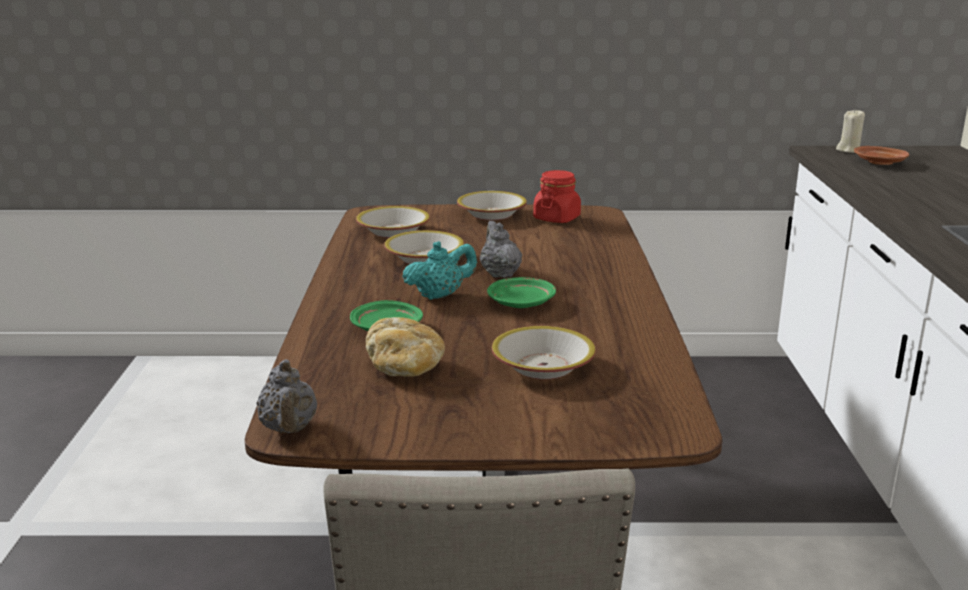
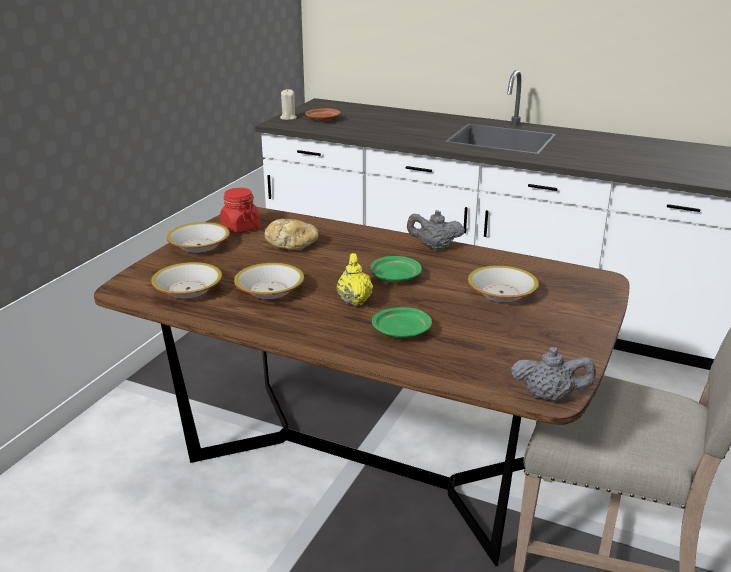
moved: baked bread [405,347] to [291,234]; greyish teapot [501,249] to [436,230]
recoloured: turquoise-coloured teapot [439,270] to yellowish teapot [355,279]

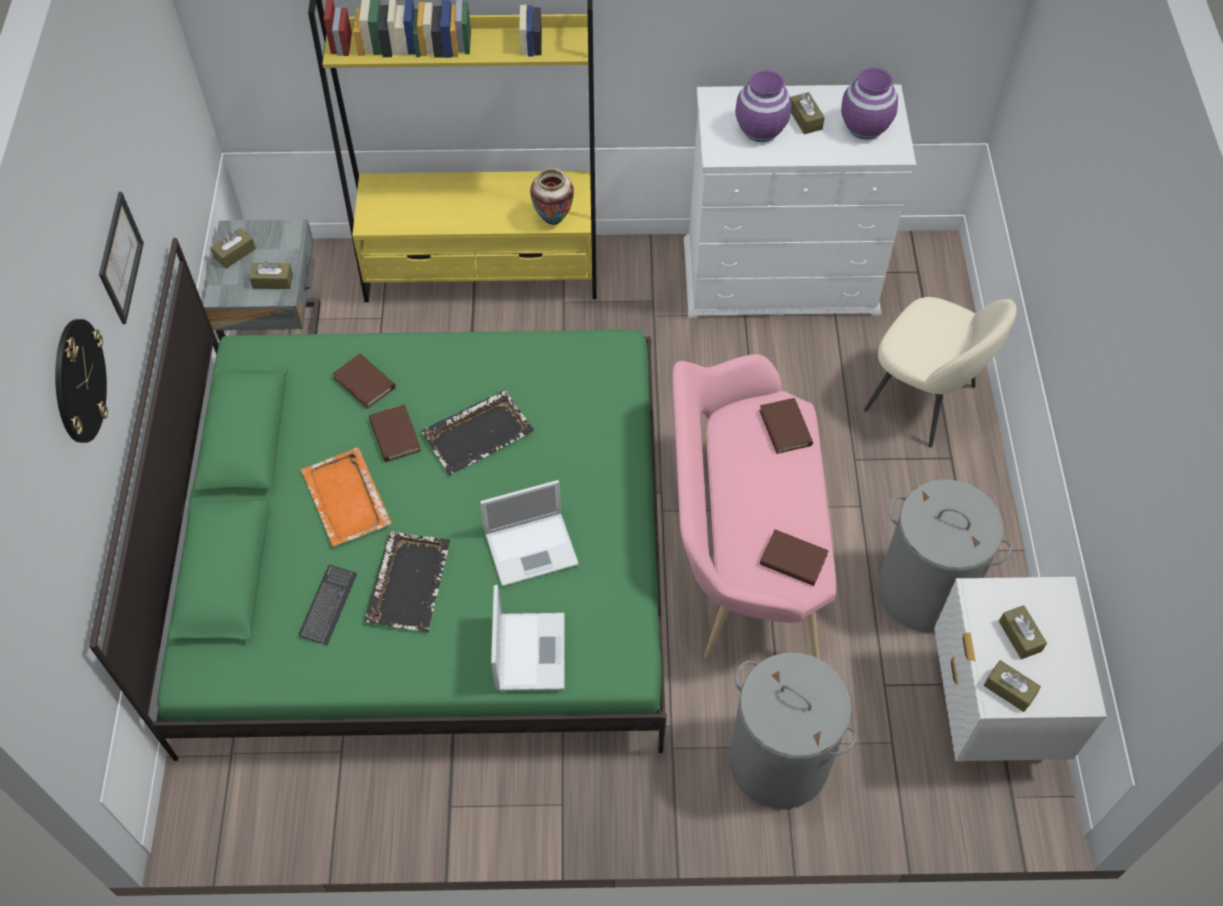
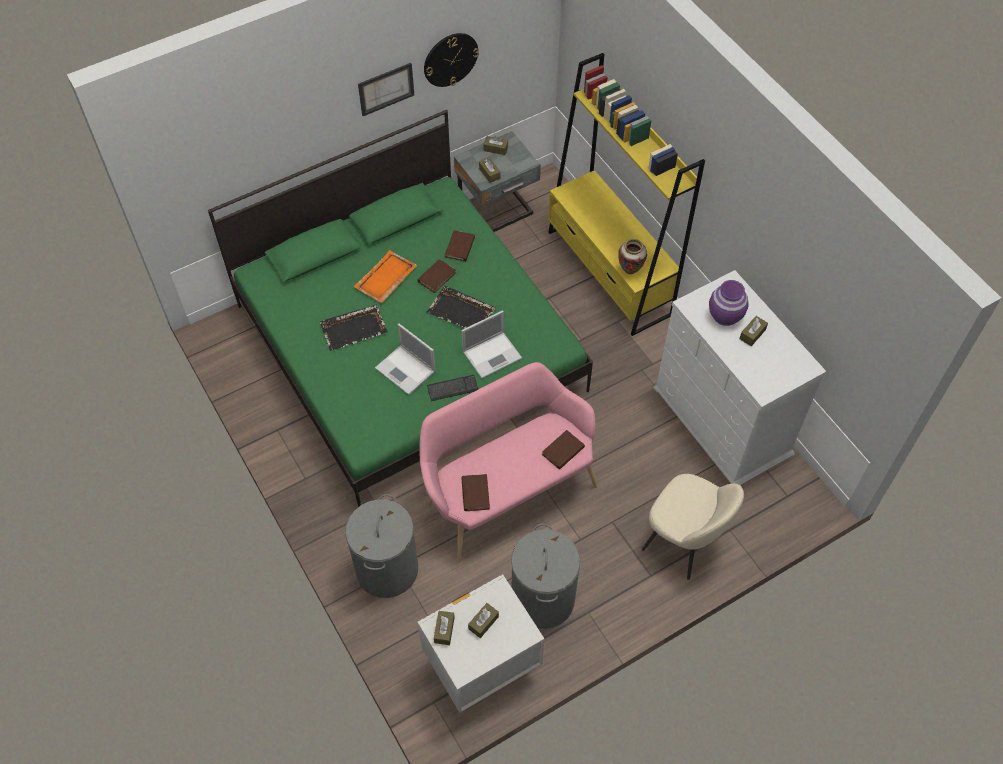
removed: purple flower vase [869,103]
moved: hanging clock [81,381] to [451,60]; PC keyboard [328,605] to [452,388]; laptop [528,638] to [492,344]
turned: sand-coloured plain chair [940,372] = [693,527] 60 degrees counterclockwise

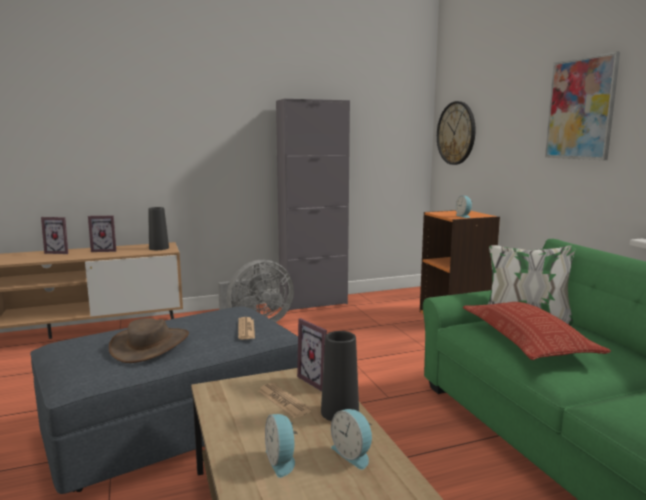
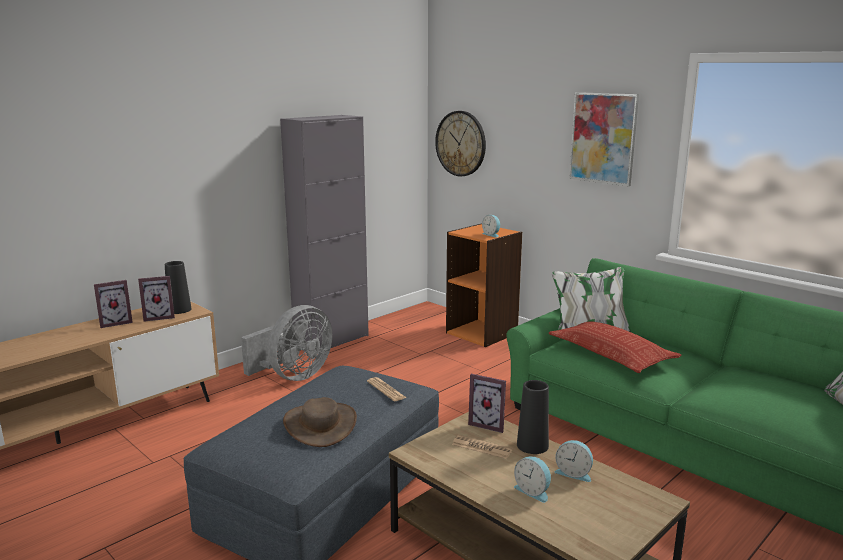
moved: standing frame [54,235] to [156,299]

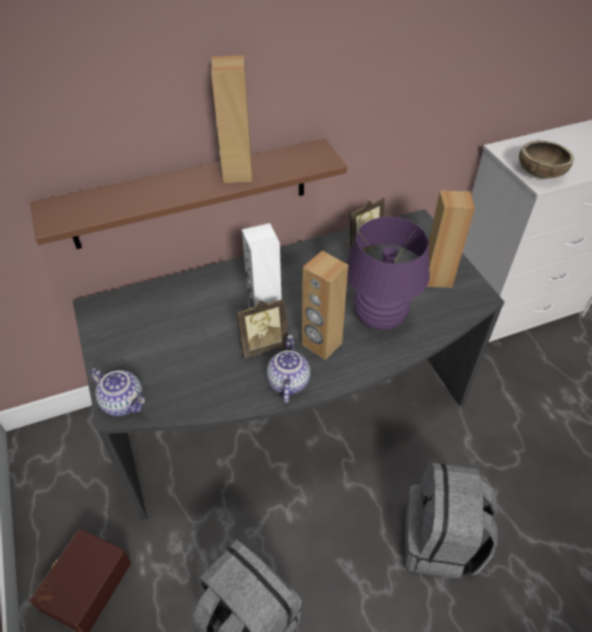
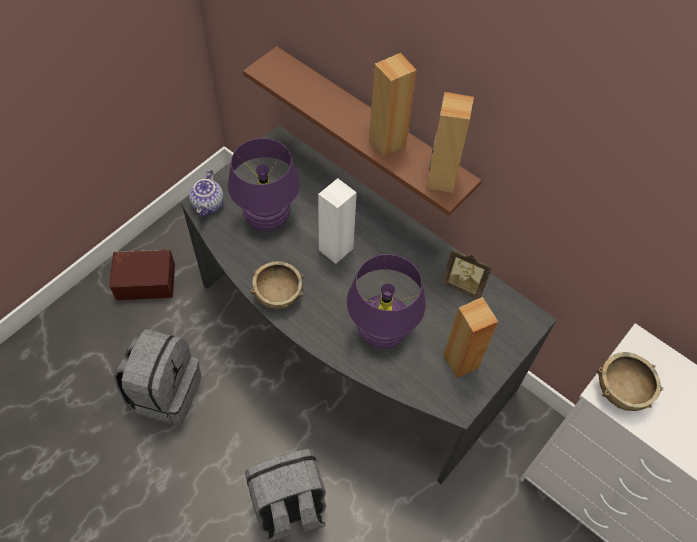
removed: standing frame [262,328]
added: purple lamp for a table [264,184]
moved: brown-coloured audio speaker [325,305] to [450,142]
replaced: teapot [288,369] to brown-coloured serving bowl [277,285]

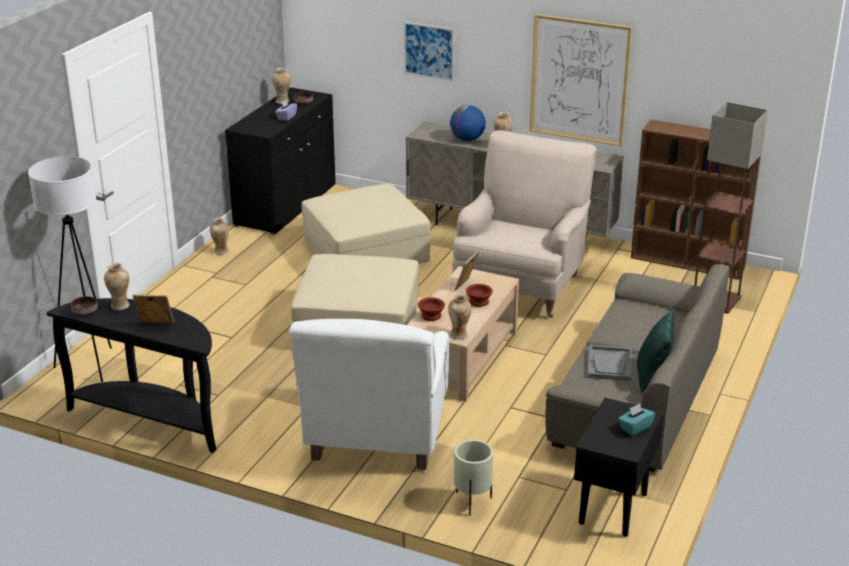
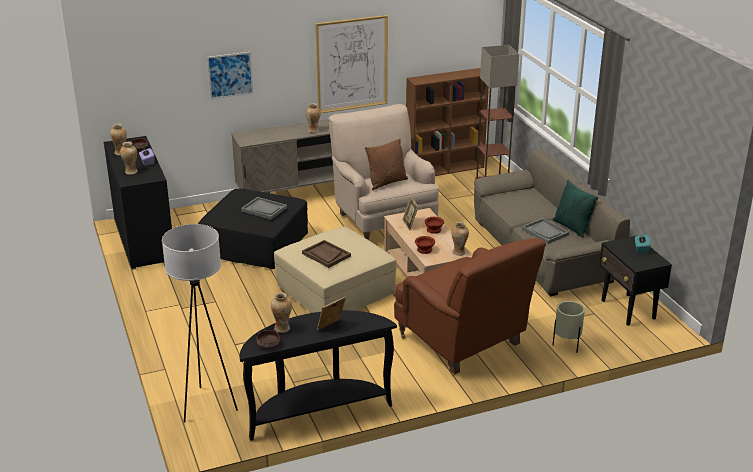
removed: desk globe [468,123]
added: greyish carrying tray [264,208]; brown-coloured carrying tray [326,254]; brown-coloured cushion [386,164]
moved: flower vase [219,236] to [129,158]
recoloured: white armchair [369,394] to brown-coloured armchair [470,306]; sand-coloured pouffe [366,224] to black pouffe [253,228]

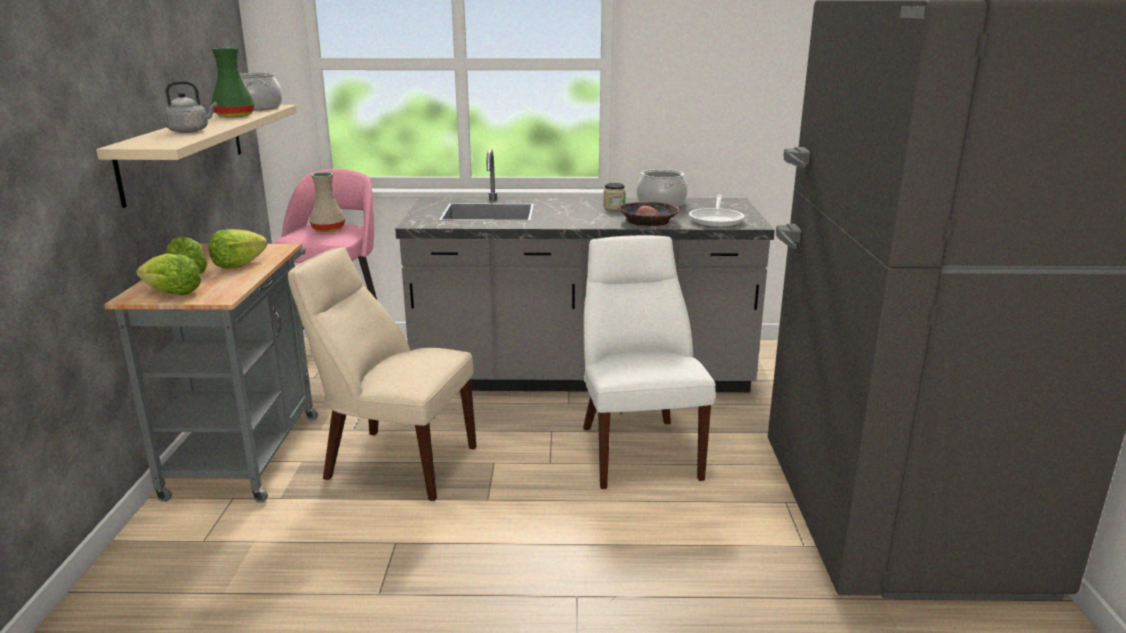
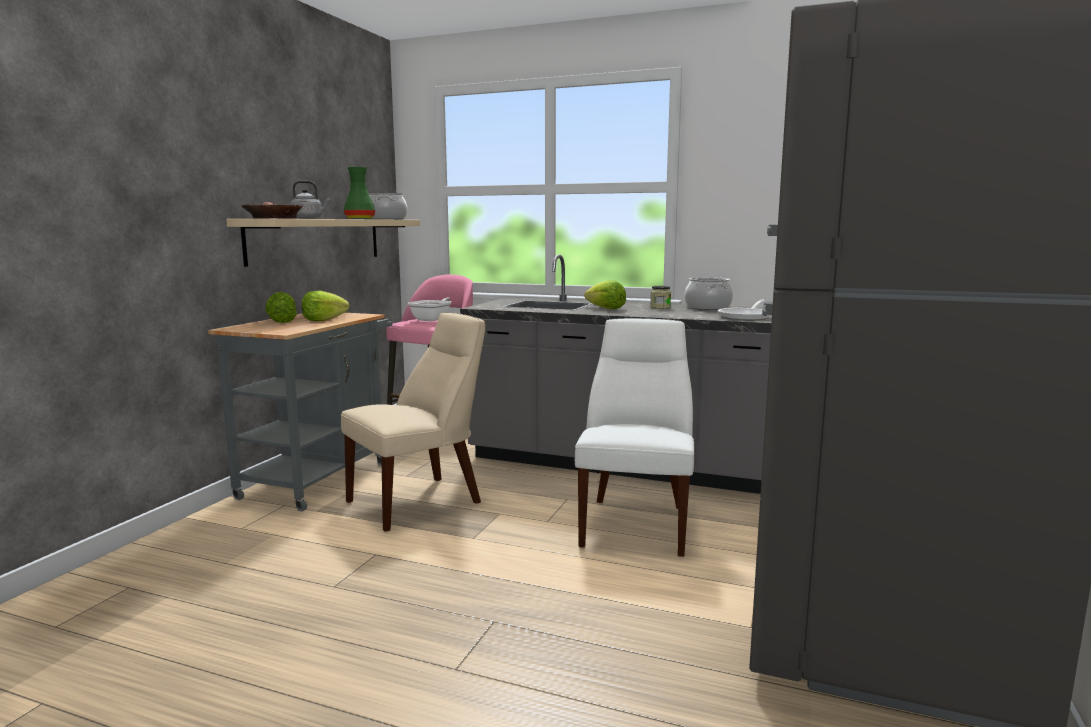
moved: lettuce head [168,274] to [605,294]; serving bowl [649,214] to [272,210]
replaced: sand-coloured flower vase [327,202] to skillet [430,309]
turned: sand-coloured plain chair [382,374] = [413,422] 105 degrees clockwise

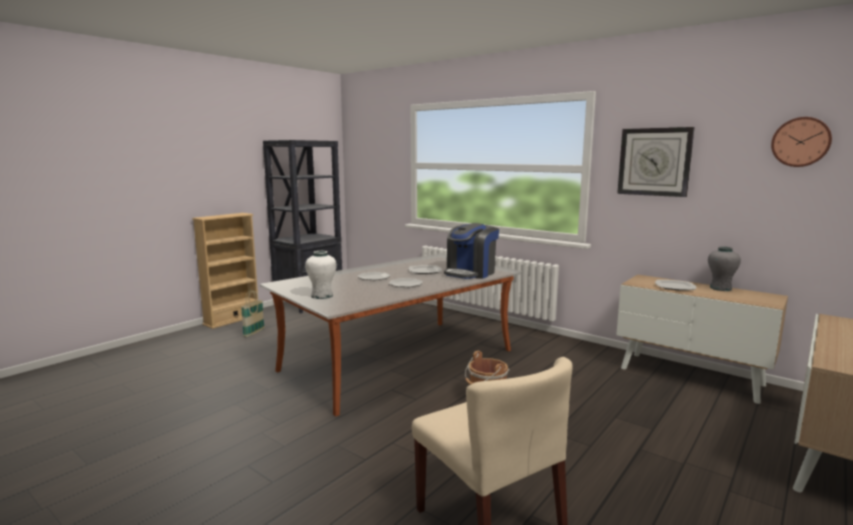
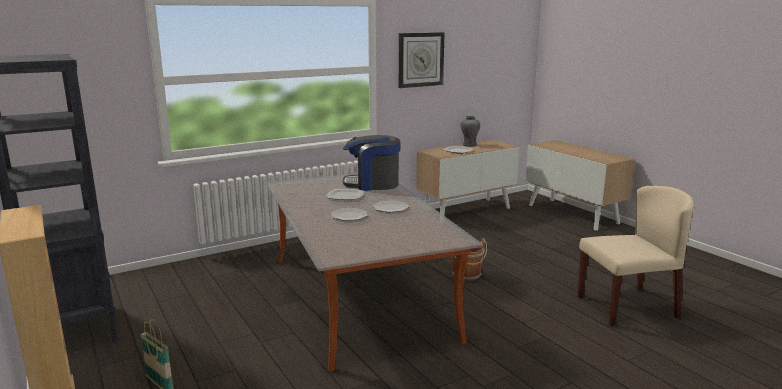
removed: white flower vase [321,275]; hanging clock [801,142]
turned: coffee brewer [471,251] = [372,163] 120 degrees clockwise

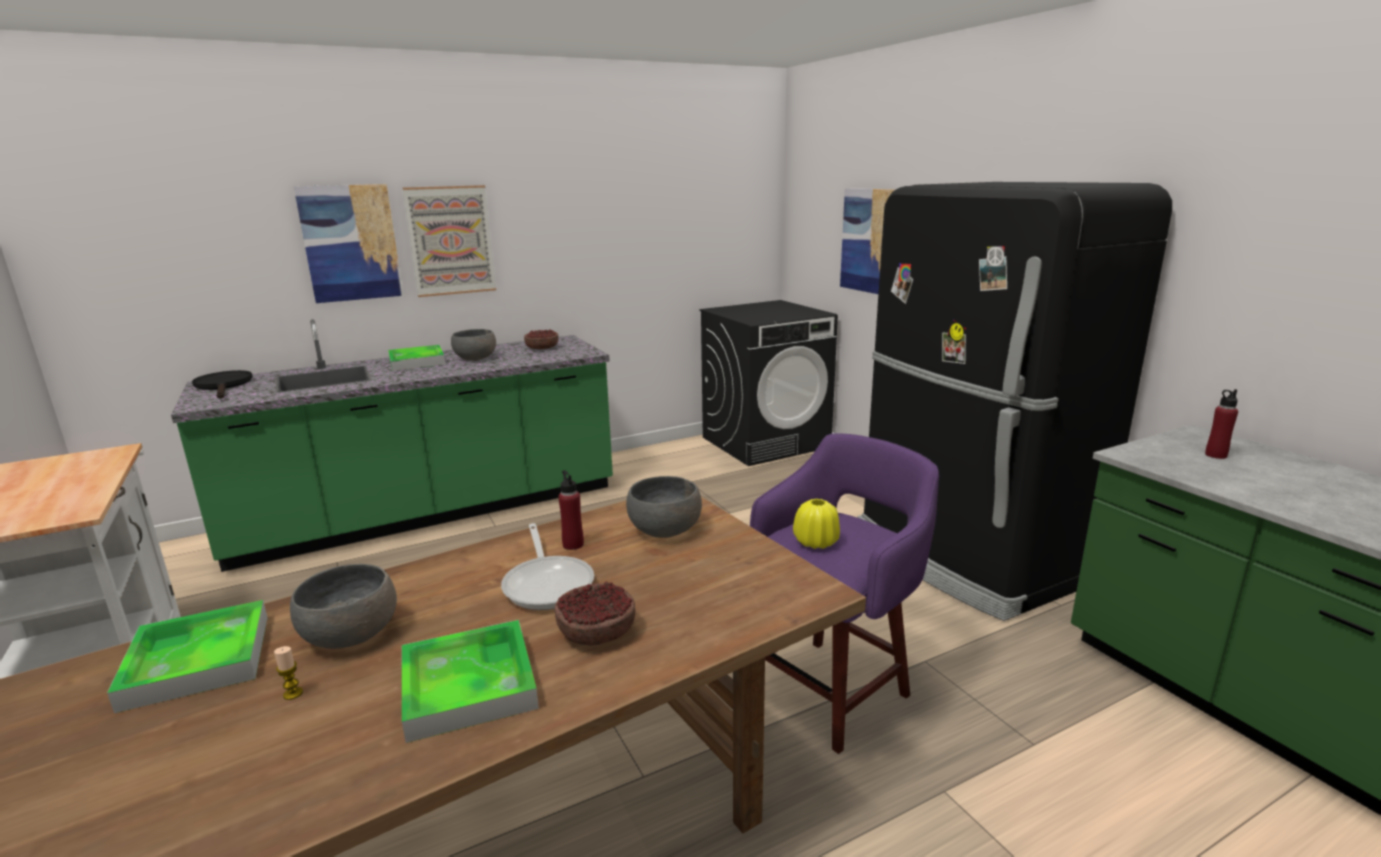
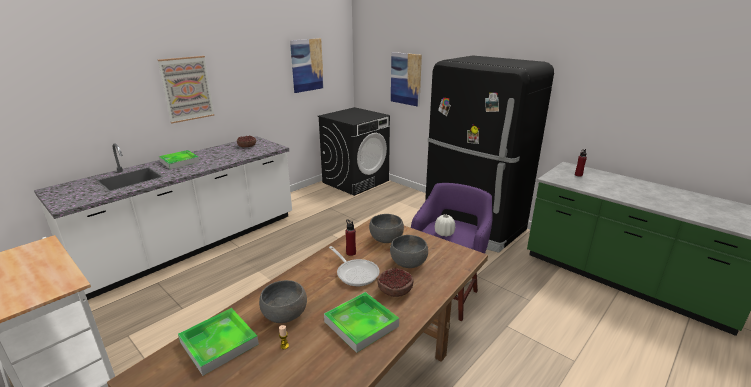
removed: black skillet [222,384]
moved: wall art [348,243] to [307,65]; greyish serving bowl [473,345] to [409,251]
recoloured: green counter [392,445] to white counter [163,218]; yellowish flower vase [816,524] to white flower vase [445,226]

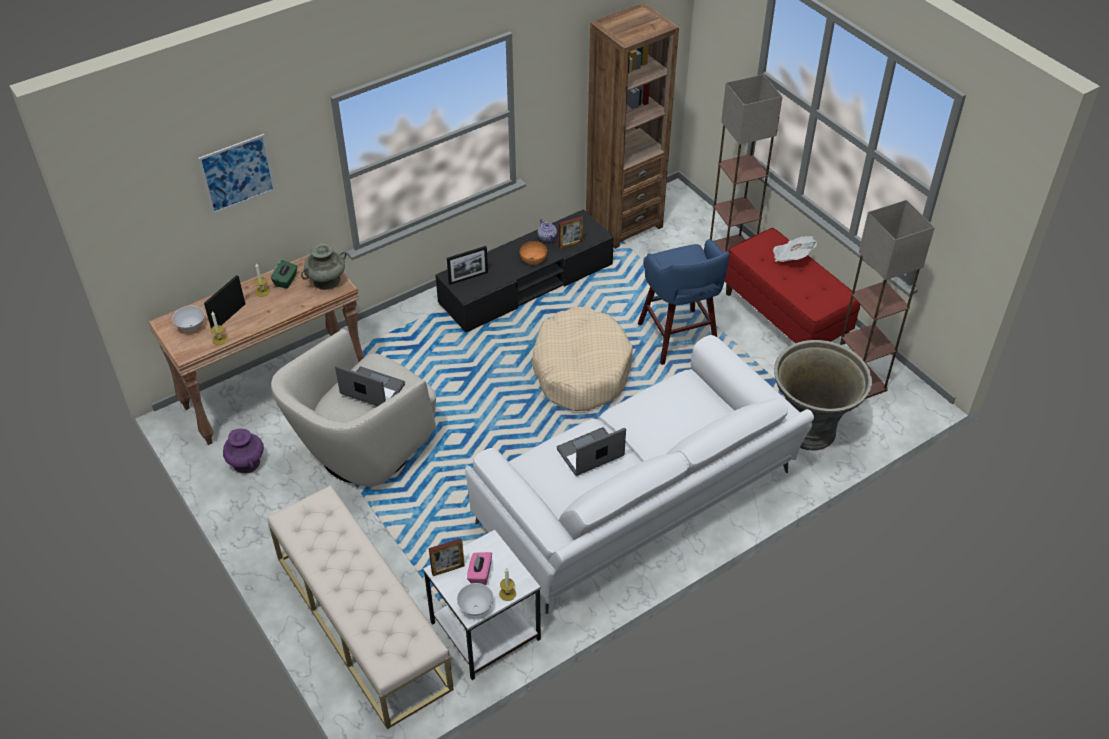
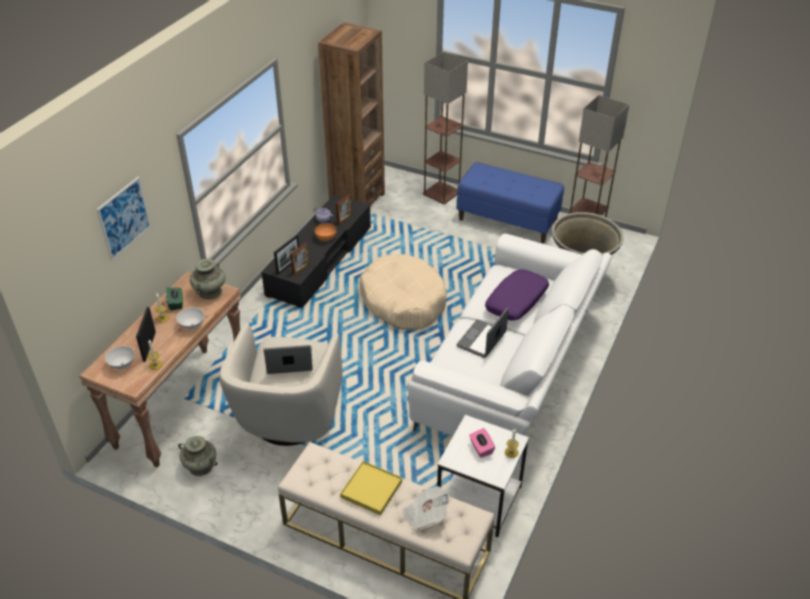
removed: blue sitting stool [683,302]
added: yellowish carrying tray [371,488]; purple cushion [517,294]
moved: standing frame [447,557] to [299,259]; white serving bowl [475,599] to [190,318]; daily paper [795,249] to [426,508]
recoloured: purple flower vase [243,451] to turquoise-coloured flower vase [198,456]; red-coloured bench [792,286] to blue bench [510,202]

